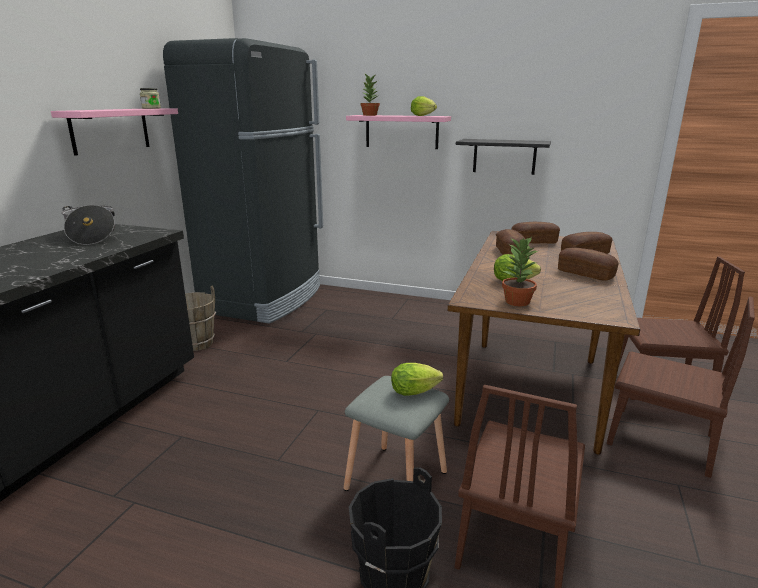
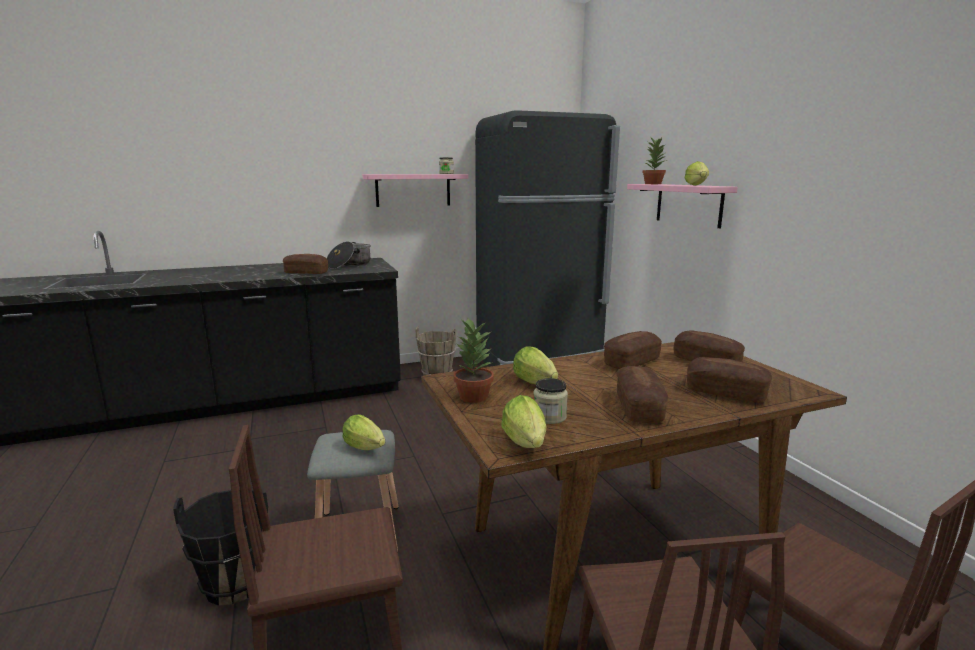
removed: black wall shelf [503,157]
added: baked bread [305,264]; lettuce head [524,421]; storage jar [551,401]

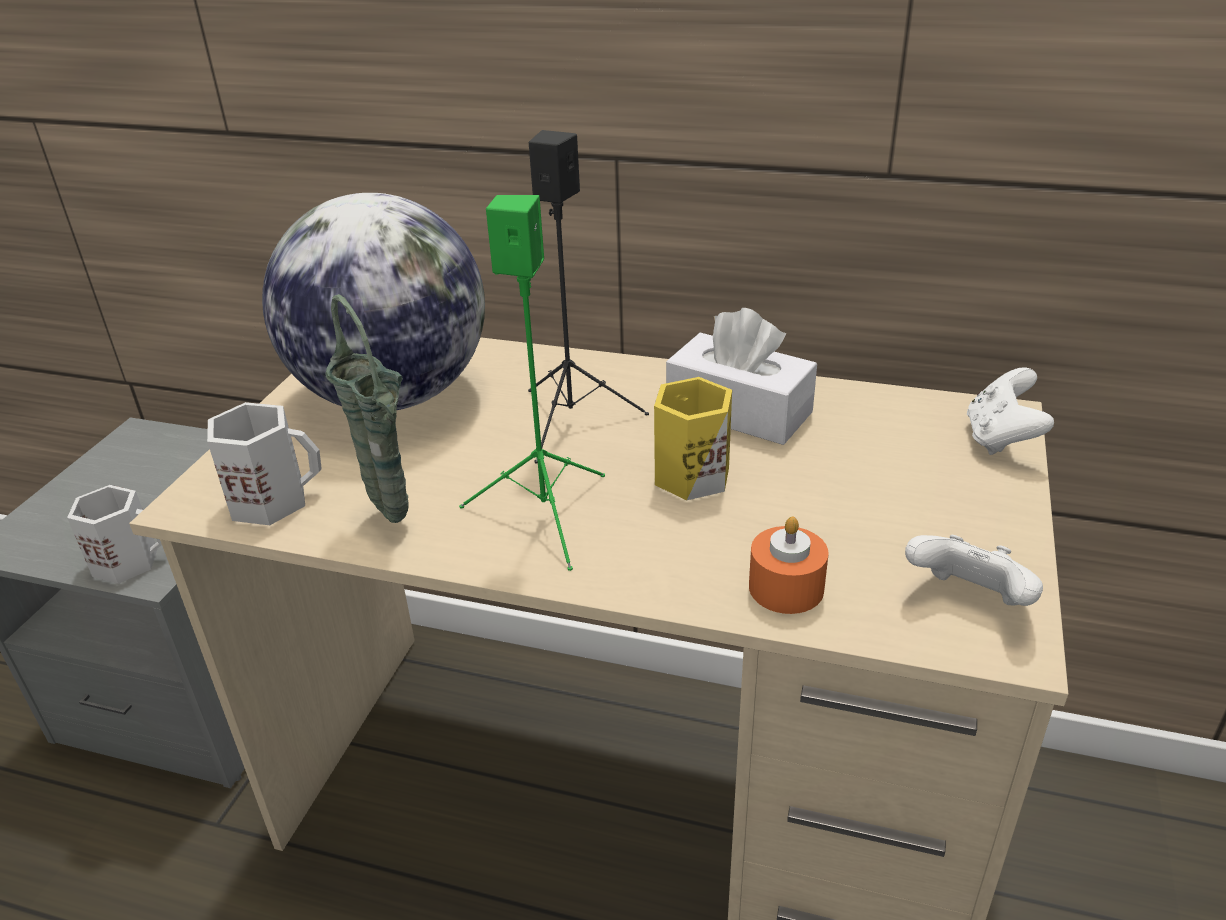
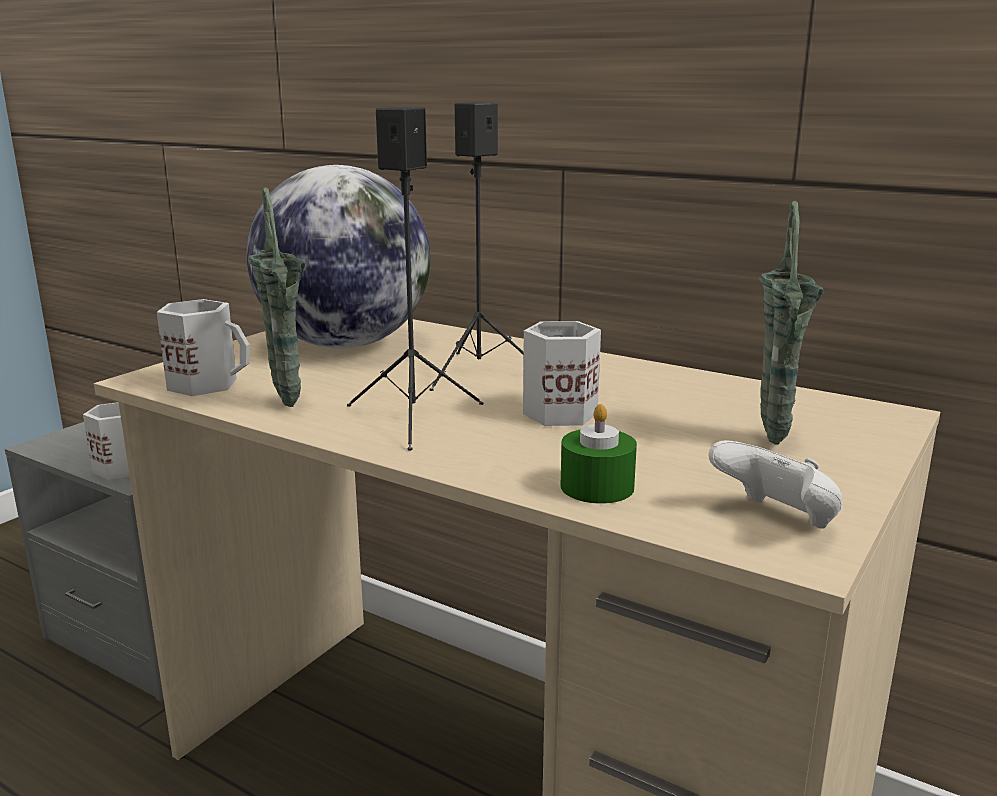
removed: white tissue box [741,376]; white game controller [1010,411]
added: green flower vase [791,323]
recoloured: green audio speaker [532,383] to black audio speaker [415,279]; yellowish mug [693,438] to white mug [562,373]; orangey candle [789,565] to green candle [598,454]

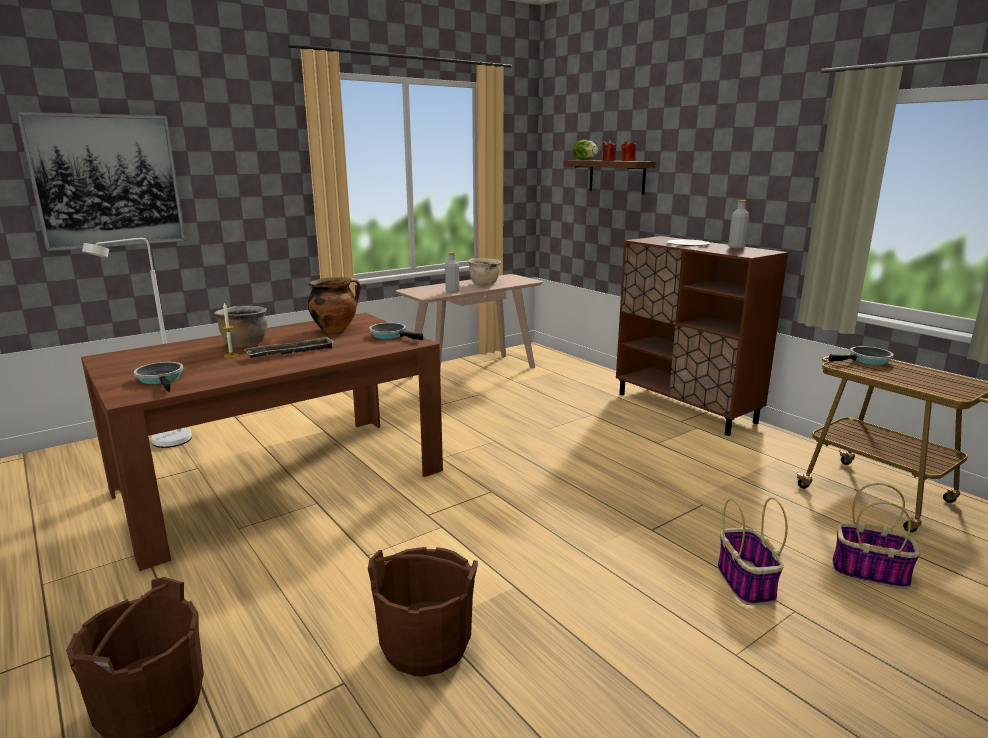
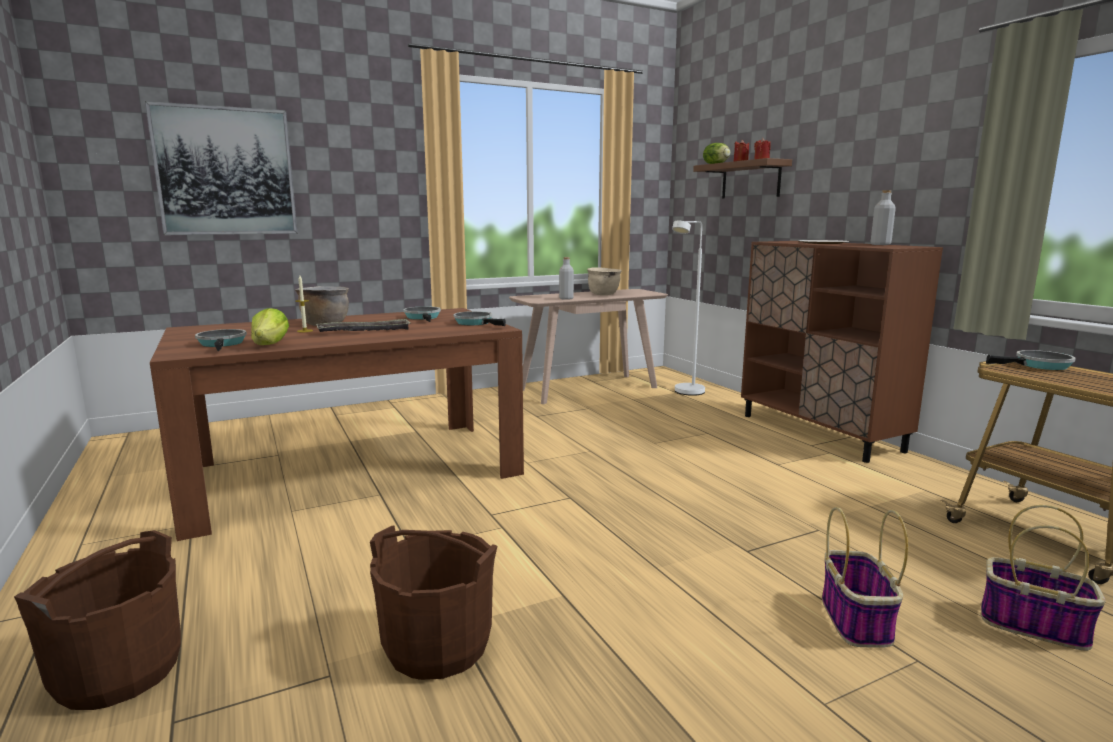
added: lettuce head [270,326]
moved: white standing lamp [137,343] to [688,308]
replaced: saucepot [334,305] to skillet [422,314]

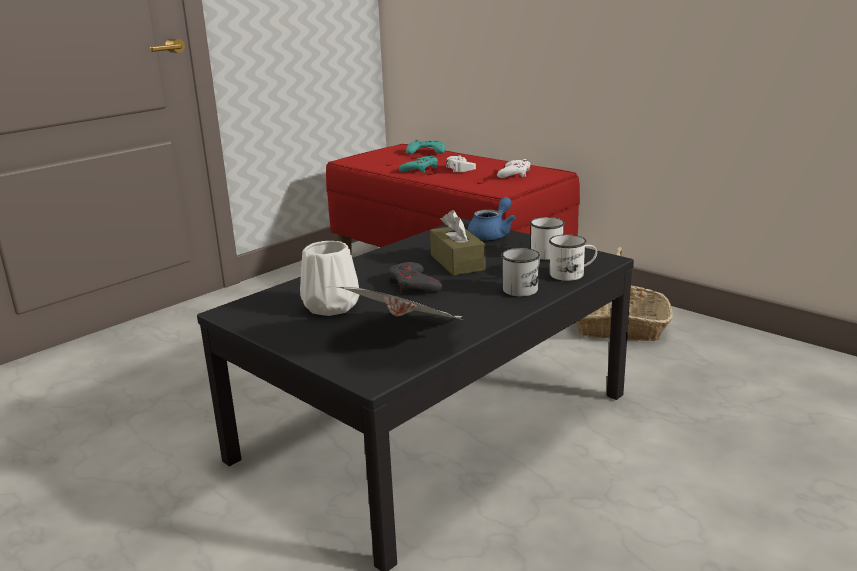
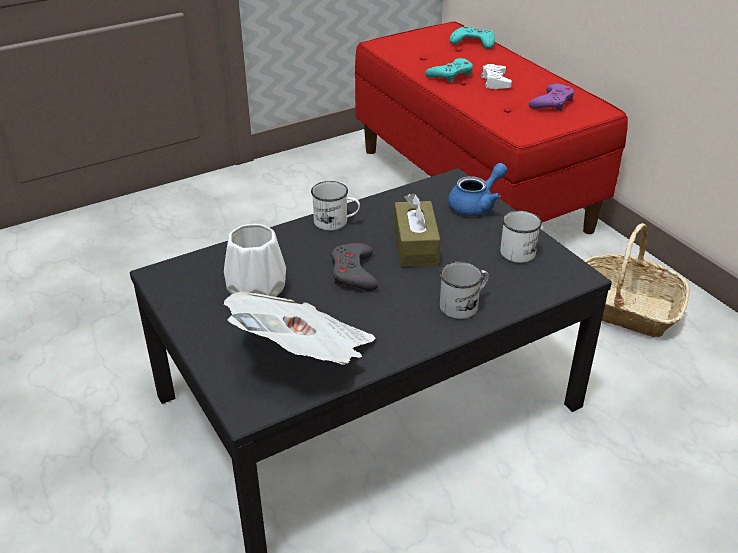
moved: white mug [573,258] to [335,205]
recoloured: white game controller [514,168] to purple game controller [551,97]

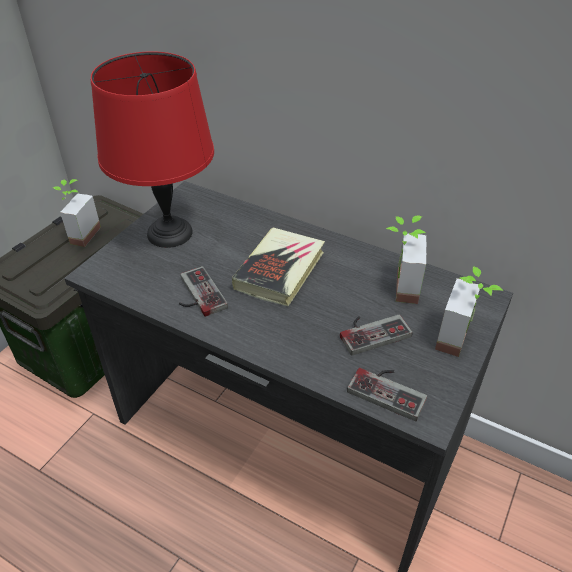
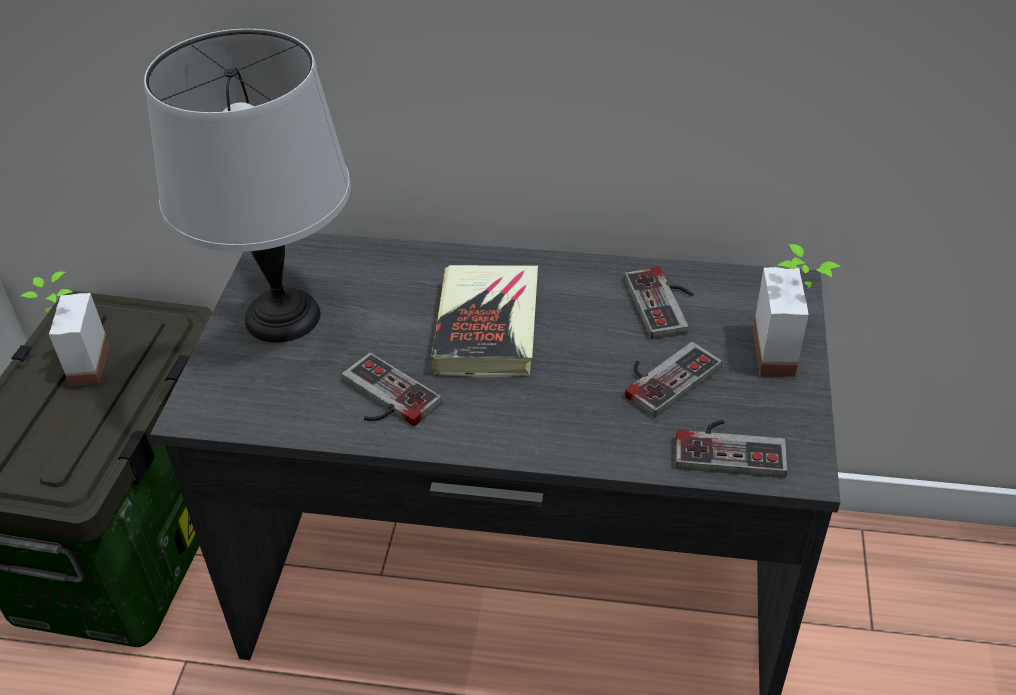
replaced: plant in a pot [406,260] to game controller [659,303]
recoloured: red-coloured lamp for a table [152,149] to greyish lamp for a table [247,186]

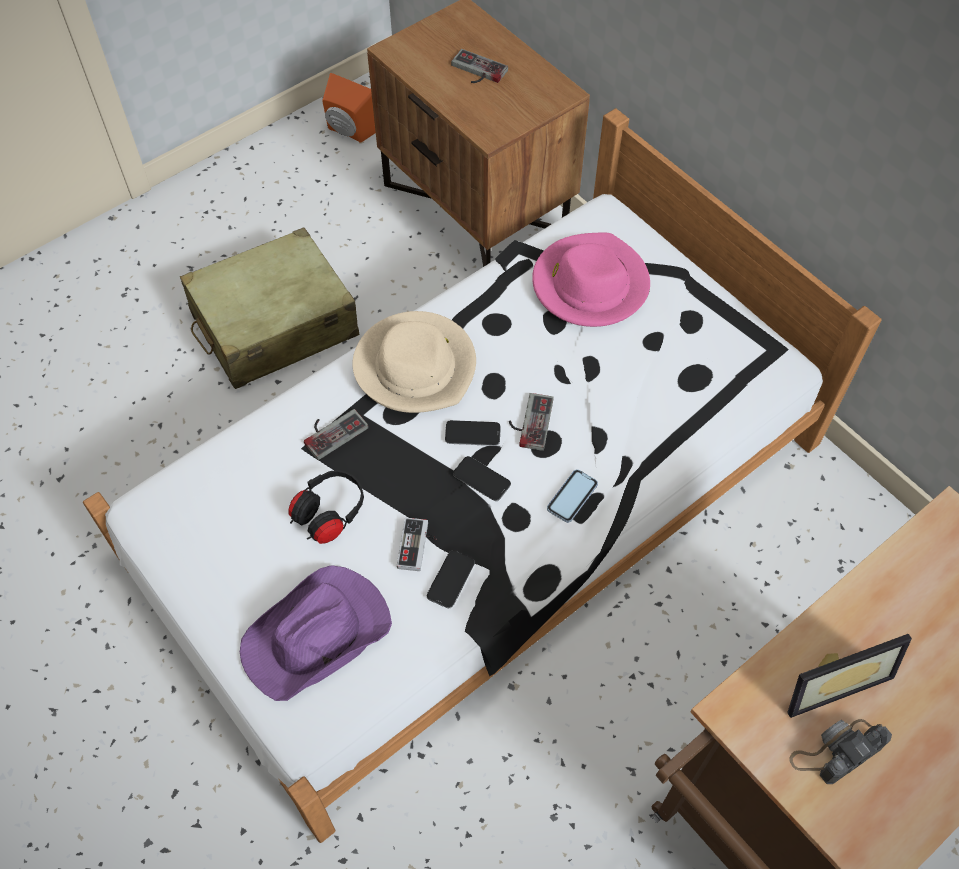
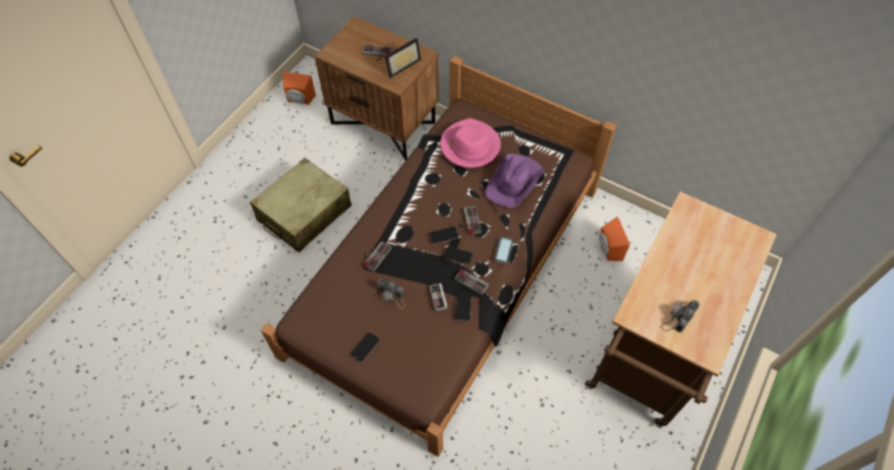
removed: sand-coloured wearable hat [414,362]
added: handset [365,347]; game controller [471,282]; orangey audio speaker [614,239]
moved: purple wearable hat [316,633] to [514,181]; standing frame [849,676] to [403,58]
replaced: black pair of headphones [326,507] to photo camera [390,294]
recoloured: white sleeping bed [482,475] to brown-coloured sleeping bed [439,256]

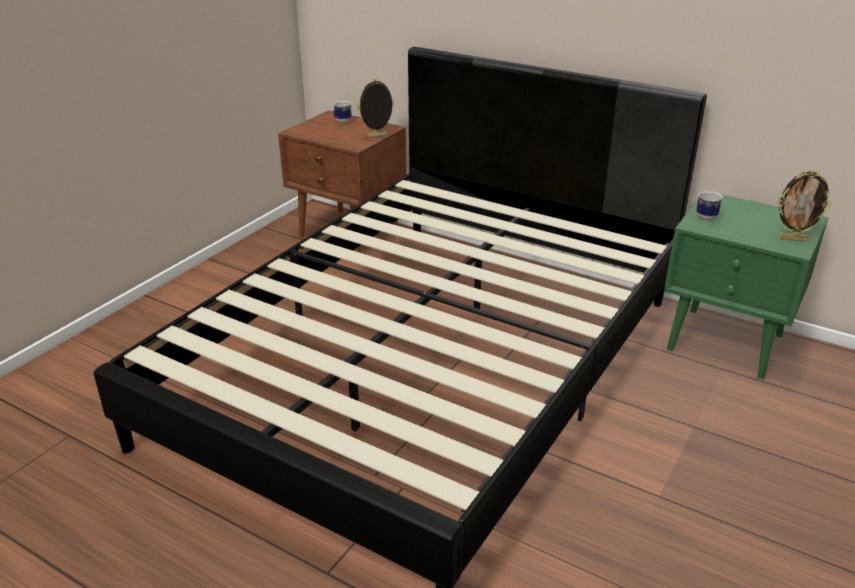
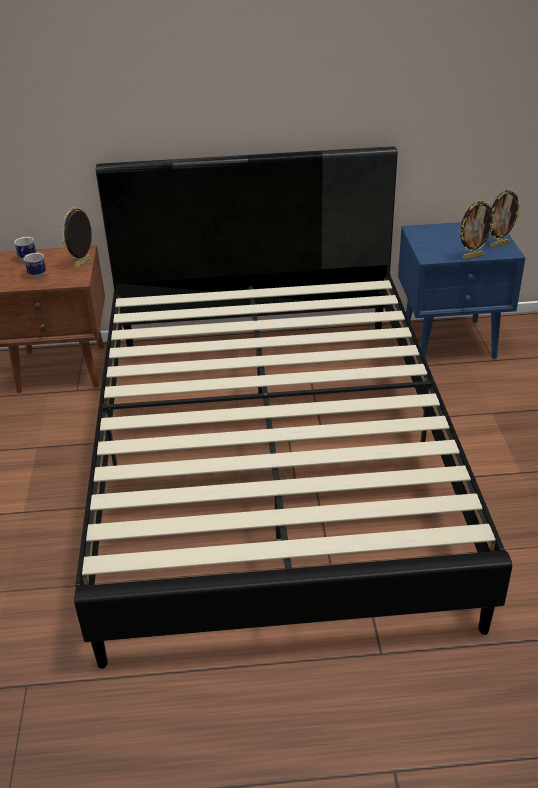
added: standing frame [477,229]
moved: mug [709,205] to [34,265]
recoloured: green nightstand [746,287] to blue nightstand [461,290]

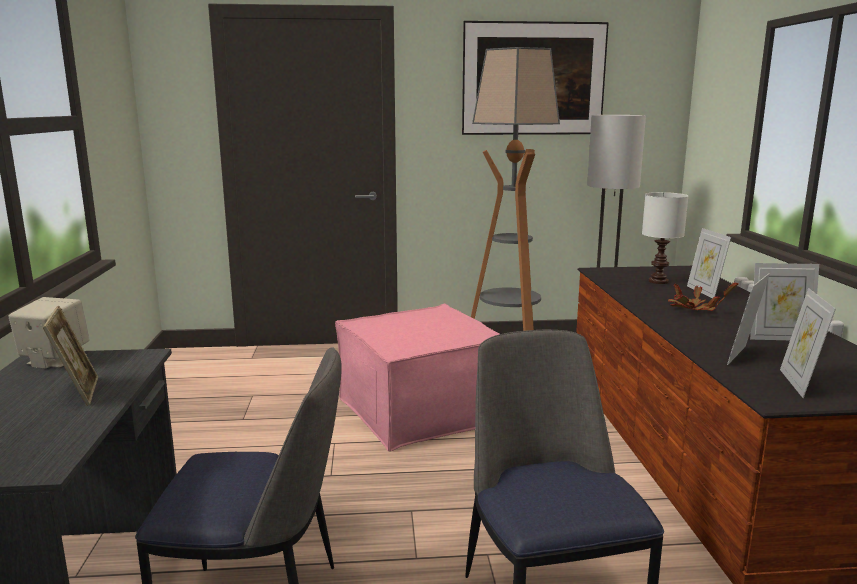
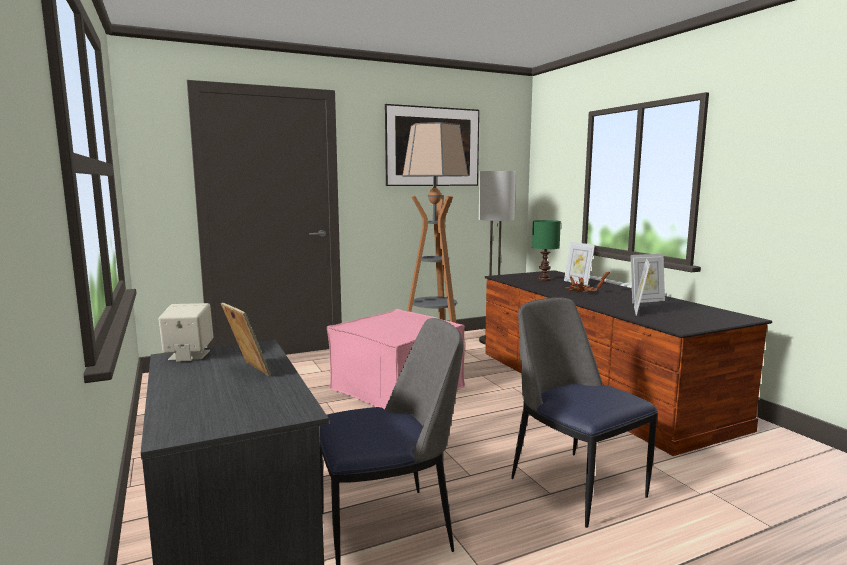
removed: standing frame [808,343]
recoloured: white lamp for a table [665,238] to green lamp for a table [546,250]

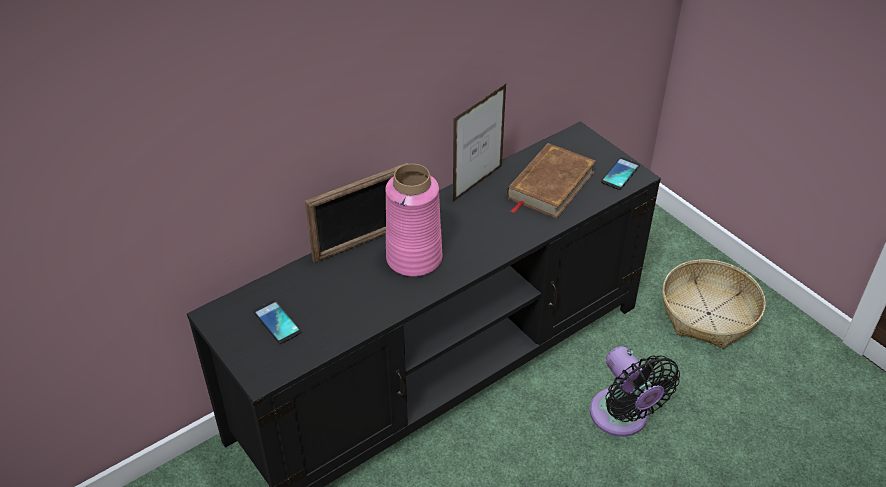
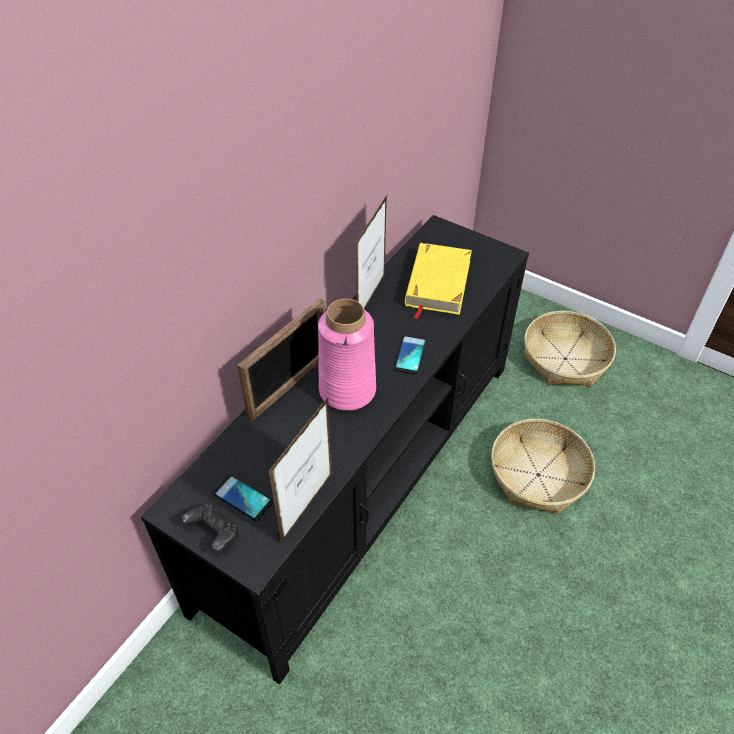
added: black game controller [210,528]; standing frame [300,470]
moved: handset [620,173] to [410,354]
replaced: black fan [635,391] to basket [543,466]
recoloured: brown-coloured volume [551,181] to yellowish volume [438,281]

